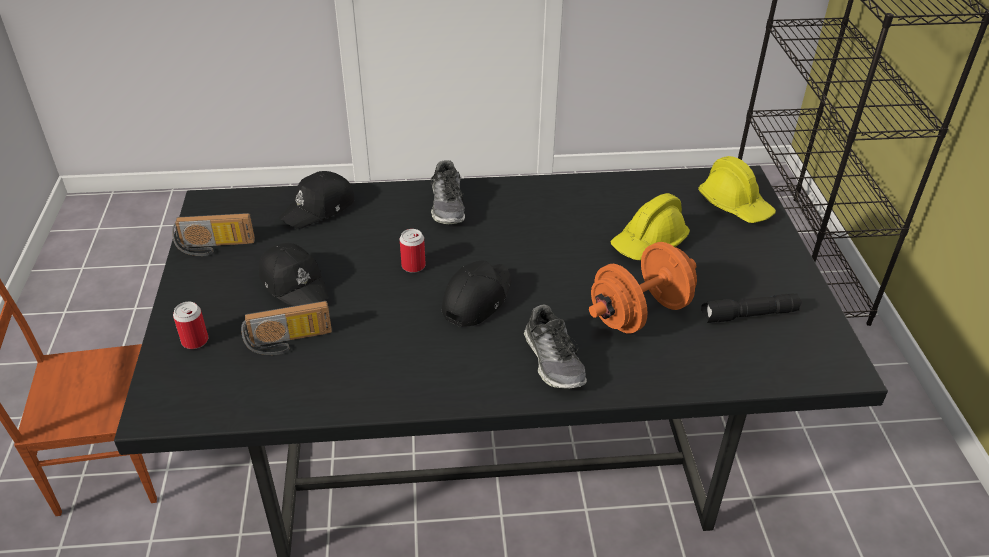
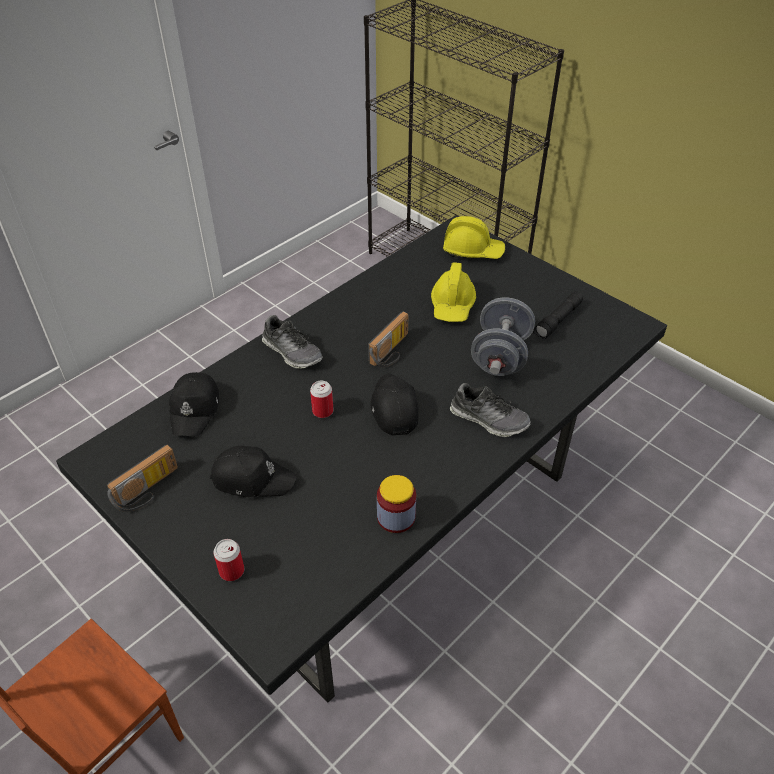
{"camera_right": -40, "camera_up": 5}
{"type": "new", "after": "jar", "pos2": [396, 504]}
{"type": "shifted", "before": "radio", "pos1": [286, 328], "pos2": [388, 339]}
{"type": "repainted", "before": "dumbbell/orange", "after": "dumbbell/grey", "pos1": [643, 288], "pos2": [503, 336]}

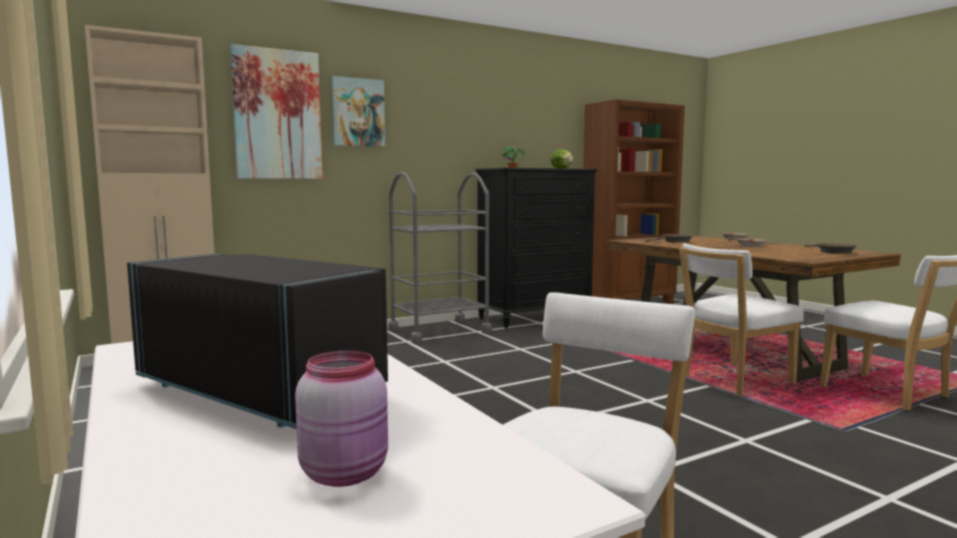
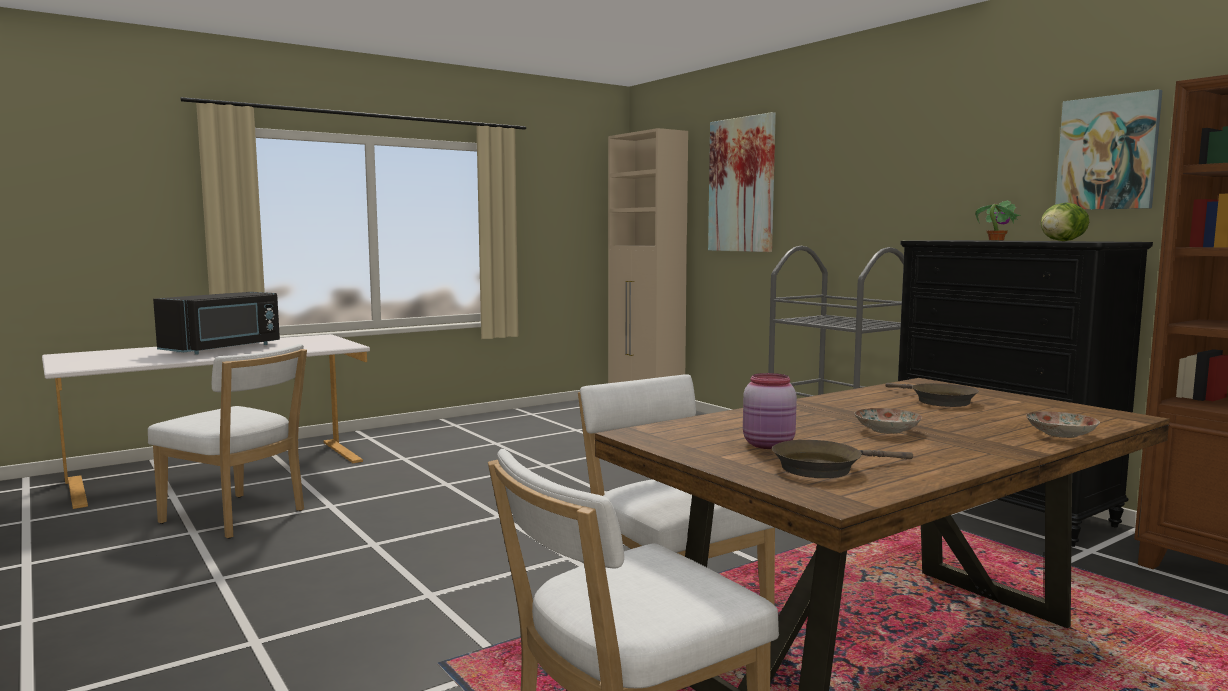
{"camera_right": 85, "camera_up": 0}
{"type": "shifted", "before": "jar/pink", "pos1": [341, 418], "pos2": [770, 411]}
{"type": "shifted", "before": "picture", "pos1": [358, 111], "pos2": [1108, 149]}

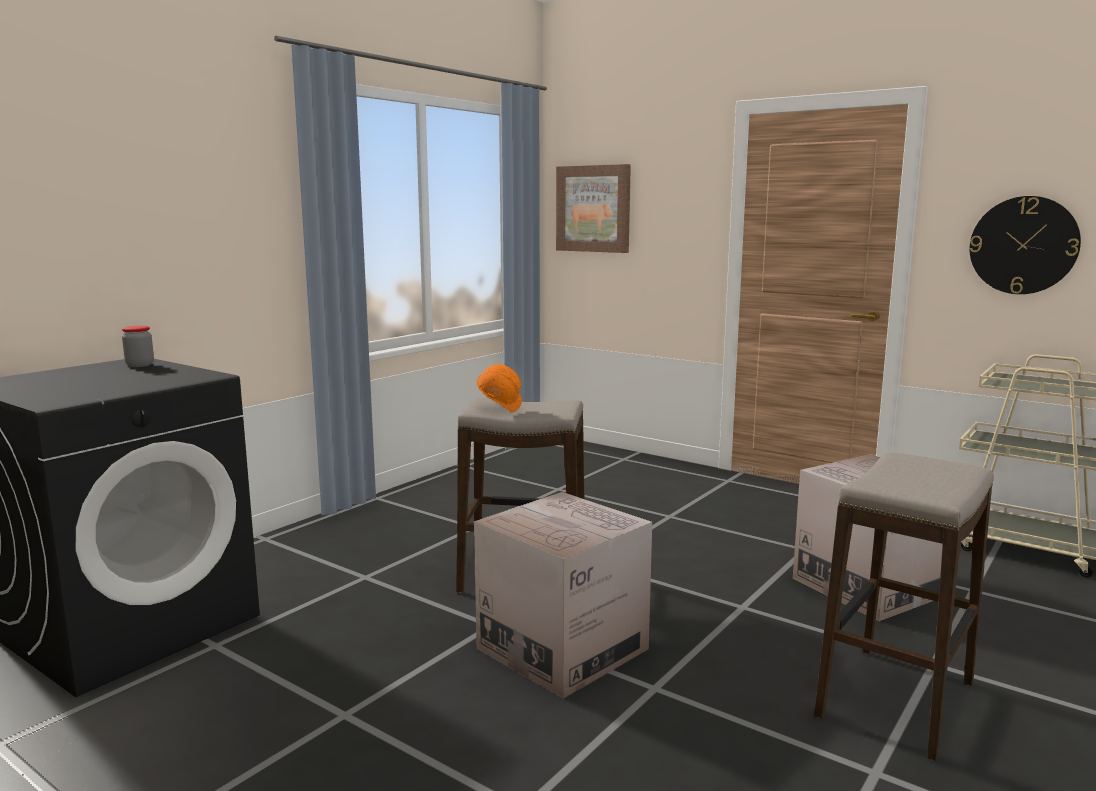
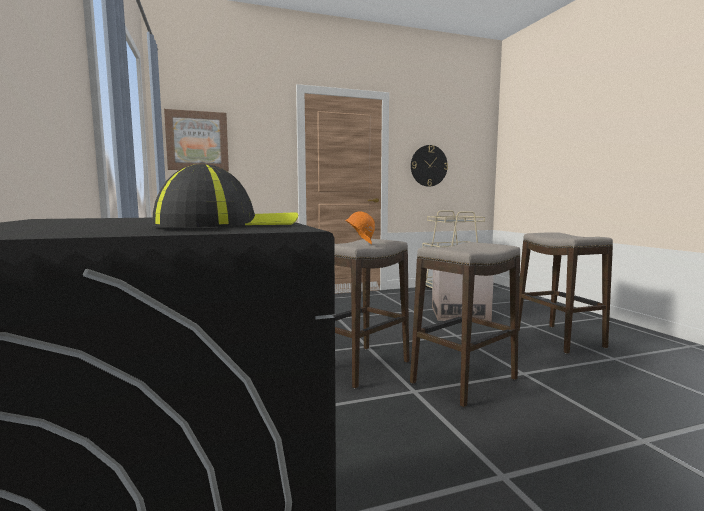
{"camera_right": -55, "camera_up": -5}
{"type": "gone", "before": "jar", "pos1": [138, 346]}
{"type": "new", "after": "cap", "pos2": [225, 195]}
{"type": "swapped", "before": "cardboard box", "after": "stool", "pos1": [563, 595], "pos2": [465, 324]}

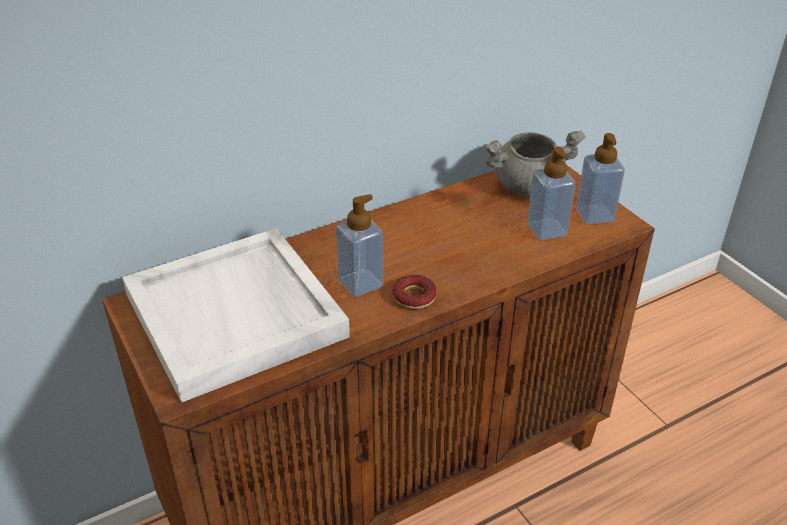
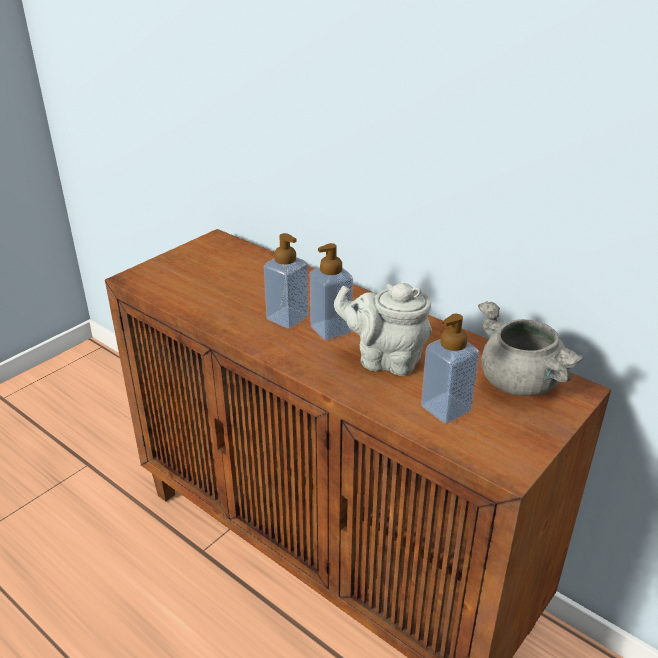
{"camera_right": 70, "camera_up": -5}
{"type": "gone", "before": "tray/white", "pos1": [236, 315]}
{"type": "gone", "before": "donut", "pos1": [414, 292]}
{"type": "new", "after": "teapot/grey", "pos2": [383, 329]}
{"type": "shifted", "before": "soap dispenser", "pos1": [600, 178], "pos2": [331, 291]}

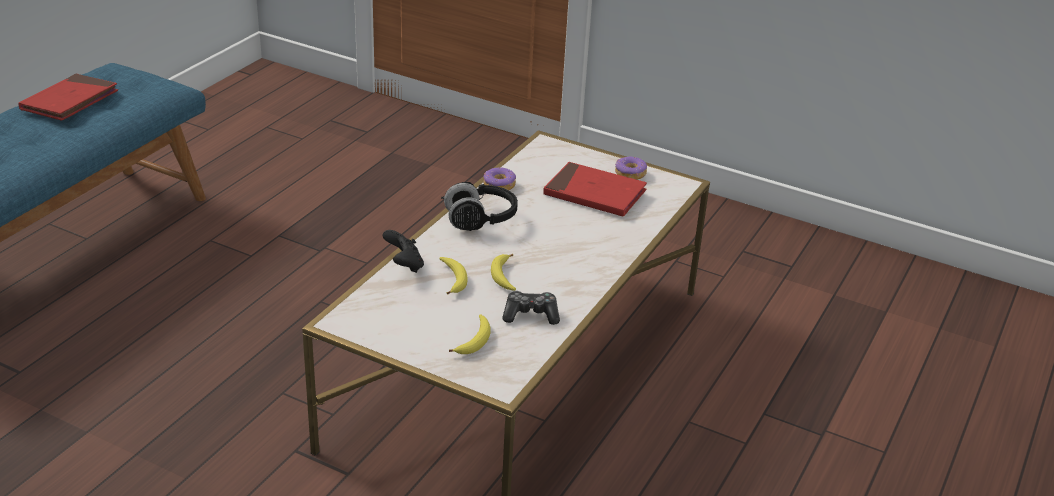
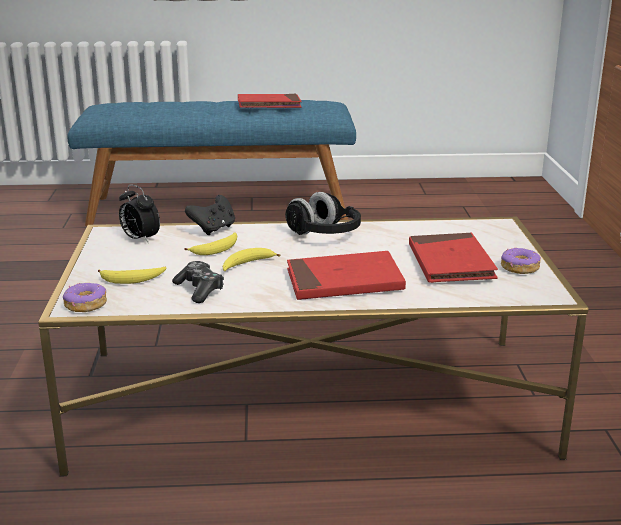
{"camera_right": 60, "camera_up": -10}
{"type": "new", "after": "alarm clock", "pos2": [139, 214]}
{"type": "new", "after": "book/red", "pos2": [346, 275]}
{"type": "shifted", "before": "donut", "pos1": [500, 178], "pos2": [85, 297]}

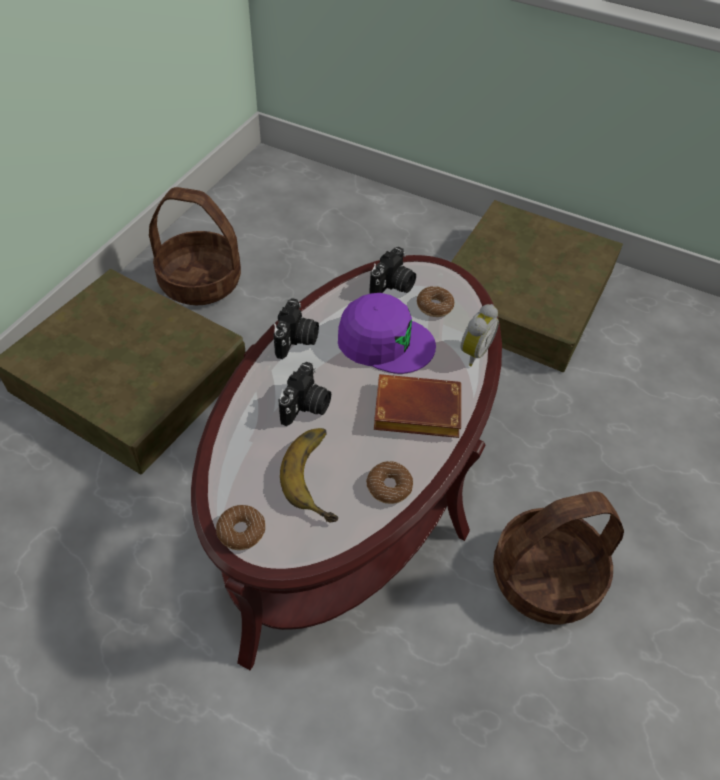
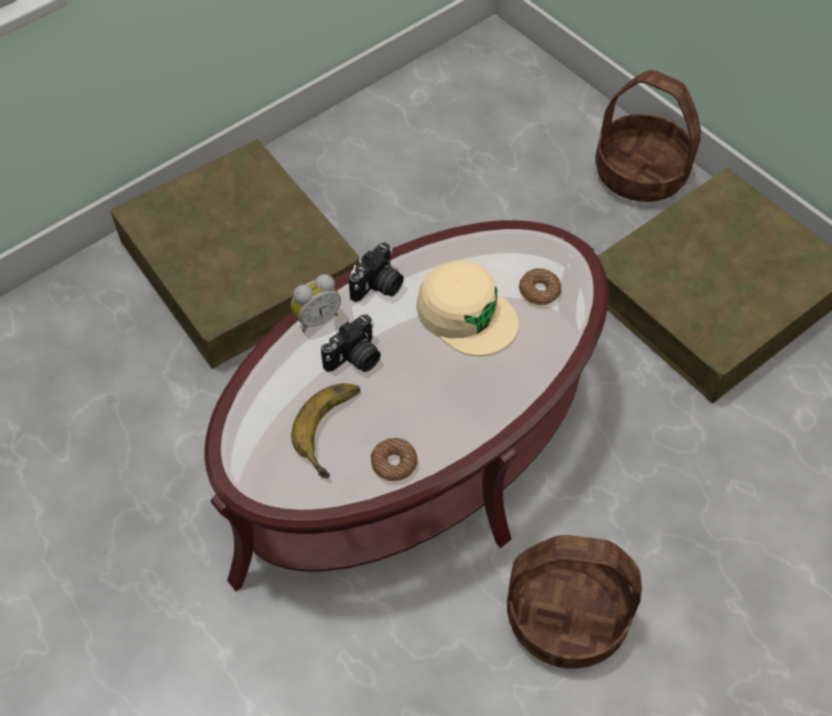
{"camera_right": 25, "camera_up": 5}
{"type": "gone", "before": "donut", "pos1": [240, 527]}
{"type": "gone", "before": "photo camera", "pos1": [392, 270]}
{"type": "gone", "before": "book/brown", "pos1": [417, 406]}
{"type": "shifted", "before": "basket", "pos1": [195, 246], "pos2": [648, 136]}
{"type": "shifted", "before": "alarm clock", "pos1": [480, 335], "pos2": [316, 303]}
{"type": "repainted", "before": "cap/purple", "after": "cap/beige", "pos1": [387, 333], "pos2": [467, 308]}

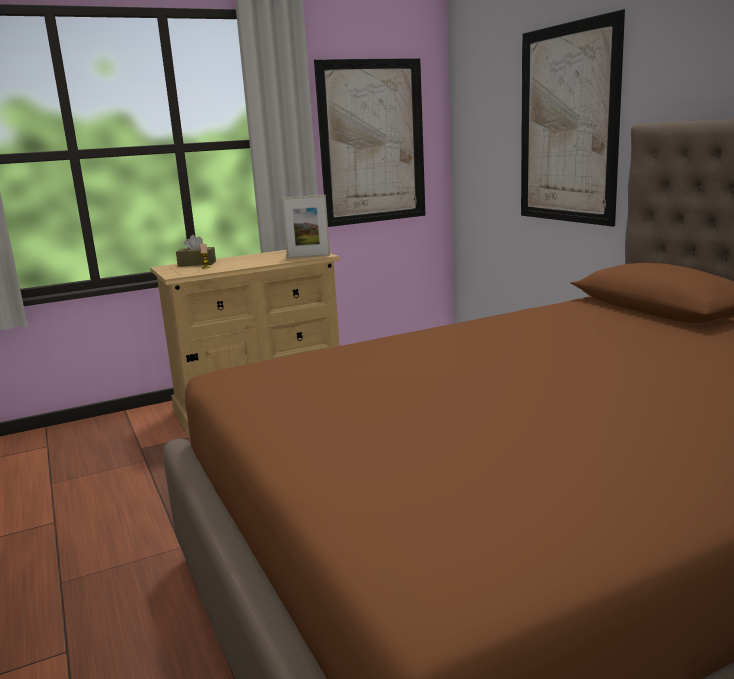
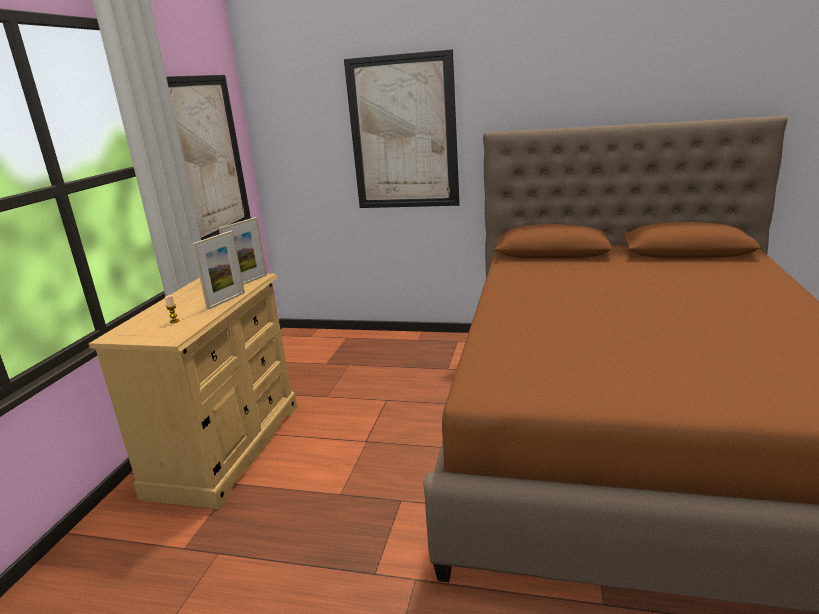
{"camera_right": -50, "camera_up": 5}
{"type": "gone", "before": "tissue box/brown", "pos1": [196, 251]}
{"type": "new", "after": "picture frame", "pos2": [218, 270]}

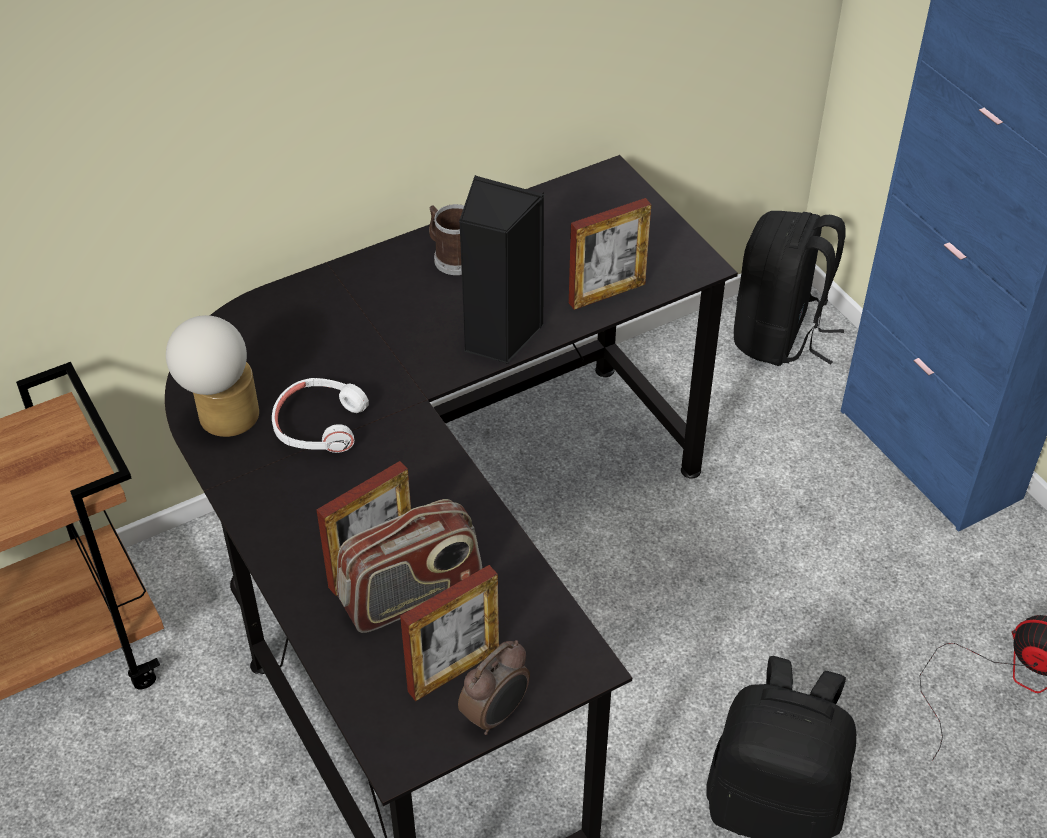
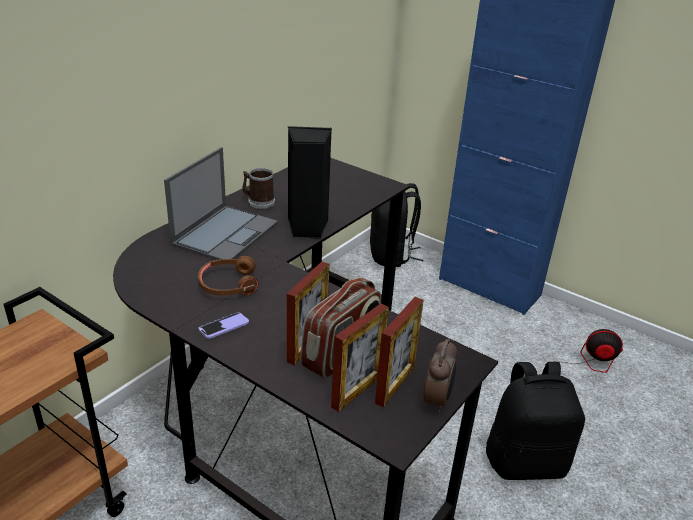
{"camera_right": -25, "camera_up": -15}
{"type": "gone", "before": "table lamp", "pos1": [212, 376]}
{"type": "new", "after": "laptop", "pos2": [221, 203]}
{"type": "new", "after": "phone", "pos2": [223, 325]}
{"type": "shifted", "before": "picture frame", "pos1": [610, 254], "pos2": [360, 357]}
{"type": "repainted", "before": "headphones/white", "after": "headphones/brown", "pos1": [320, 415], "pos2": [228, 276]}

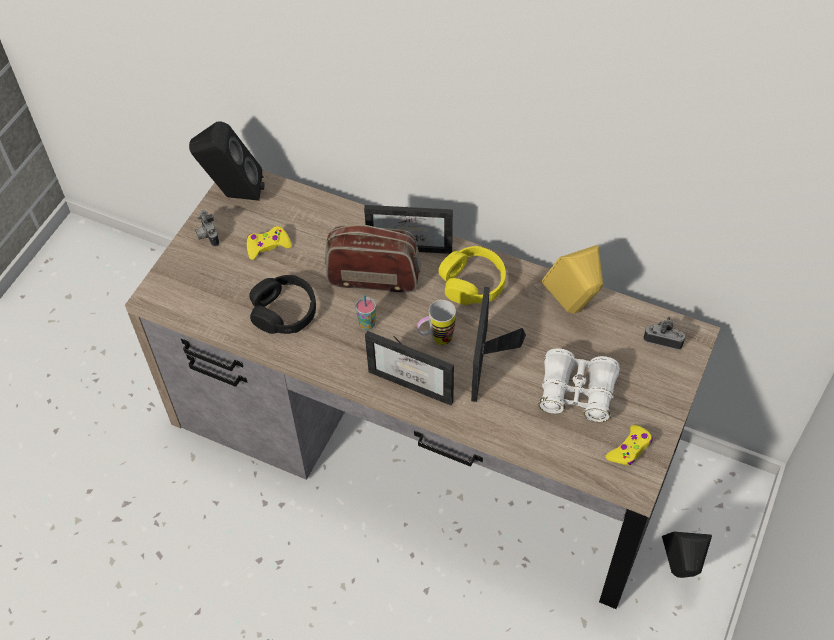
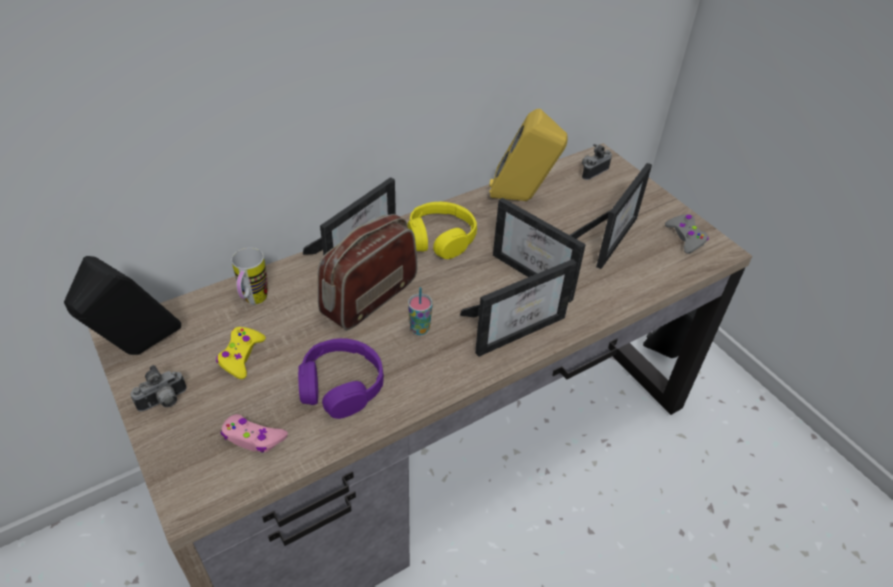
{"camera_right": -60, "camera_up": -10}
{"type": "new", "after": "game controller/pink", "pos2": [254, 433]}
{"type": "shifted", "before": "mug", "pos1": [436, 322], "pos2": [249, 276]}
{"type": "swapped", "before": "binoculars/white", "after": "picture frame", "pos1": [579, 385], "pos2": [611, 216]}
{"type": "repainted", "before": "headphones/black", "after": "headphones/purple", "pos1": [282, 304], "pos2": [341, 378]}
{"type": "repainted", "before": "game controller/yellow", "after": "game controller/grey", "pos1": [629, 445], "pos2": [687, 234]}
{"type": "rotated", "before": "photo camera", "pos1": [207, 228], "pos2": [158, 388], "turn": -45}

